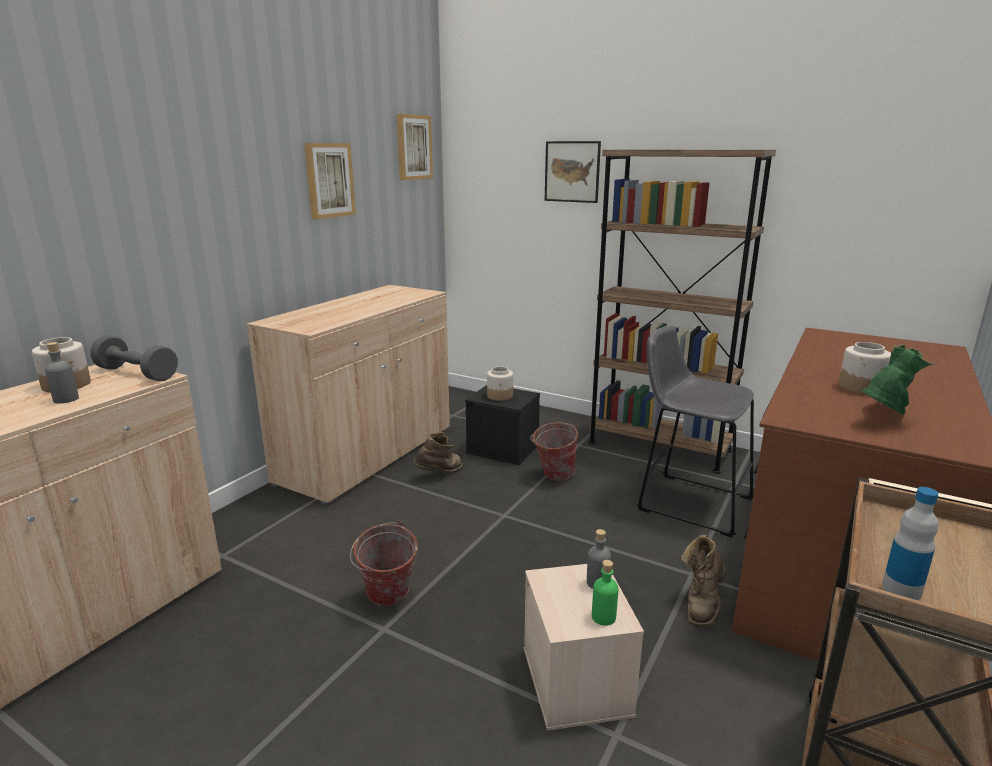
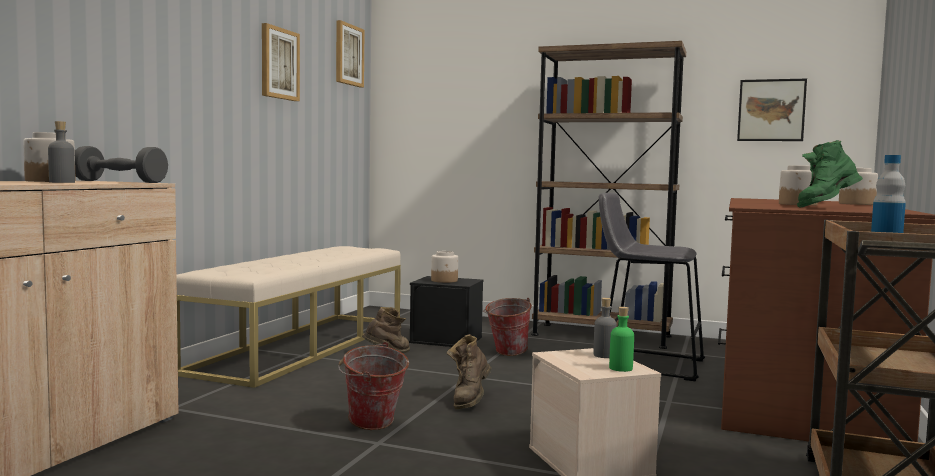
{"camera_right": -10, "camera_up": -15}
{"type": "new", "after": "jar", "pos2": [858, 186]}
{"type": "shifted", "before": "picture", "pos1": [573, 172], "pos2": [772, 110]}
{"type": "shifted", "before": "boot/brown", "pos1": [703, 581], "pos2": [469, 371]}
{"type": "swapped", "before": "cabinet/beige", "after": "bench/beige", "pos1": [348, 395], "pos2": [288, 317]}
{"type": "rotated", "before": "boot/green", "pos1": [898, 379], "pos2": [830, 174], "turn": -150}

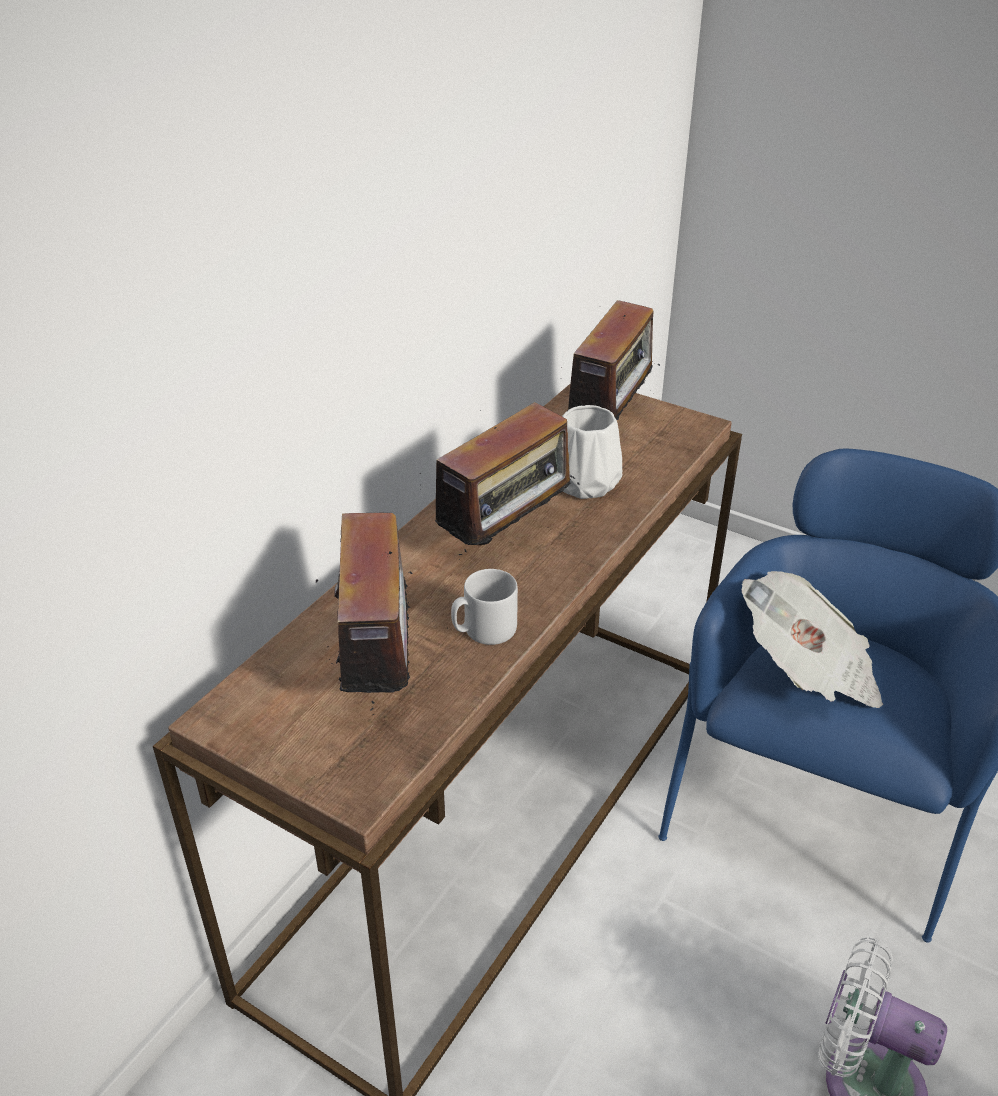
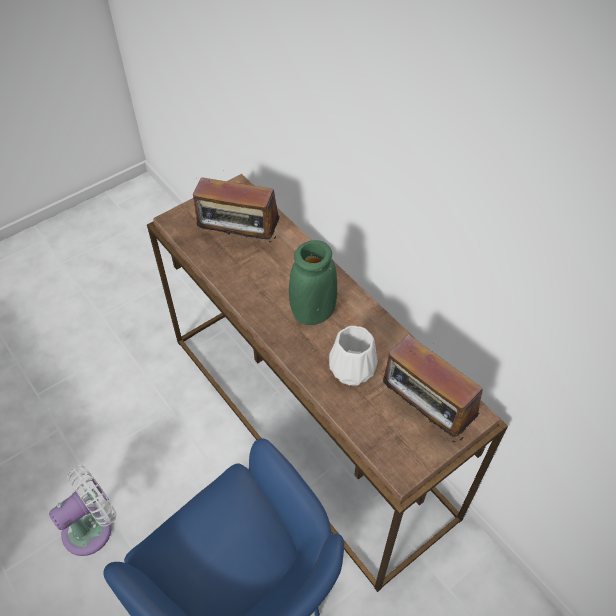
{"camera_right": 110, "camera_up": 15}
{"type": "gone", "before": "mug/grey", "pos1": [484, 607]}
{"type": "gone", "before": "newspaper", "pos1": [812, 639]}
{"type": "swapped", "before": "radio", "after": "vase/green", "pos1": [500, 481], "pos2": [313, 282]}

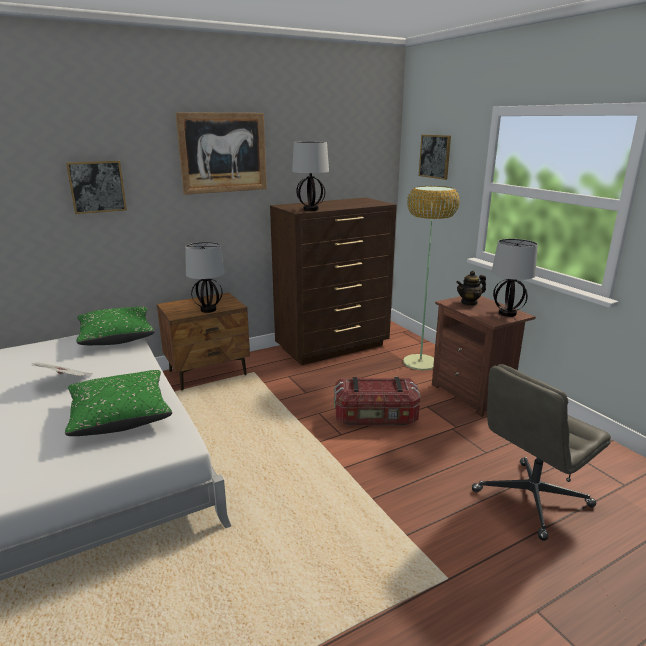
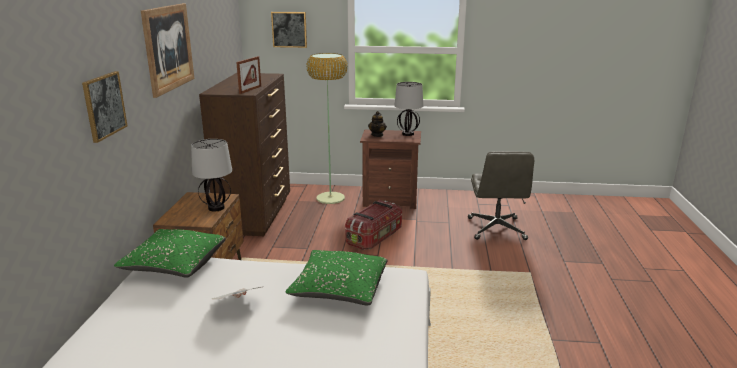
{"camera_right": -55, "camera_up": 0}
{"type": "swapped", "before": "table lamp", "after": "picture frame", "pos1": [310, 176], "pos2": [248, 75]}

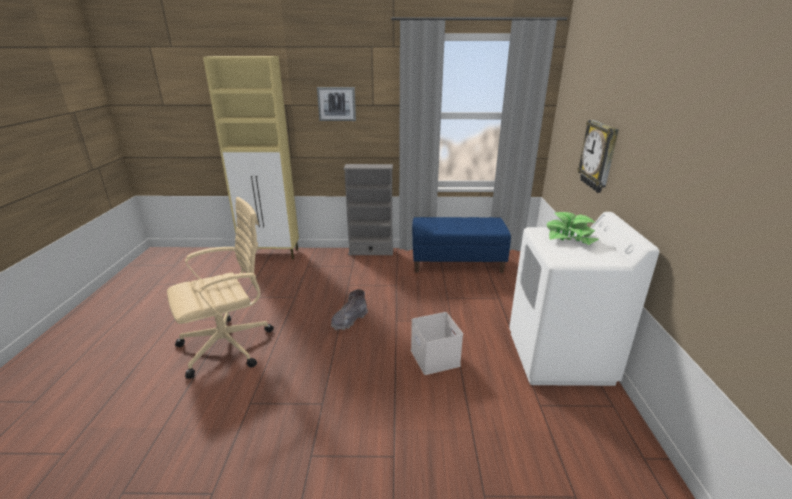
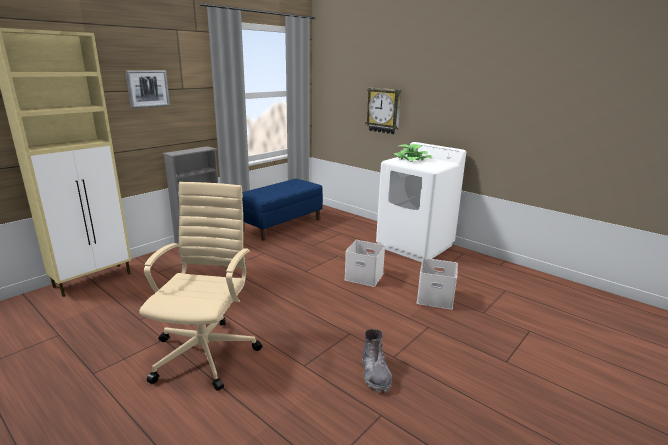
{"camera_right": -50, "camera_up": -5}
{"type": "new", "after": "storage box/white", "pos2": [437, 284]}
{"type": "shifted", "before": "boot/grey", "pos1": [349, 309], "pos2": [377, 361]}

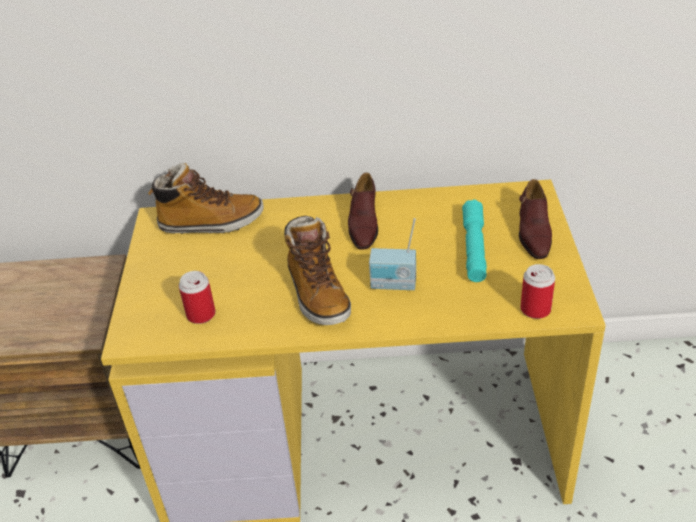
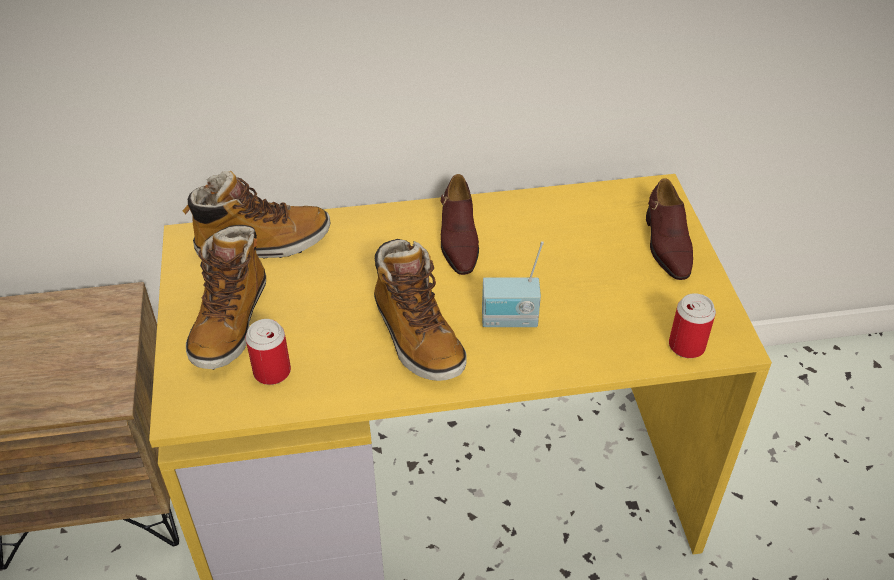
{"camera_right": -10, "camera_up": 5}
{"type": "gone", "before": "flashlight/turquoise", "pos1": [474, 241]}
{"type": "new", "after": "boot", "pos2": [226, 297]}

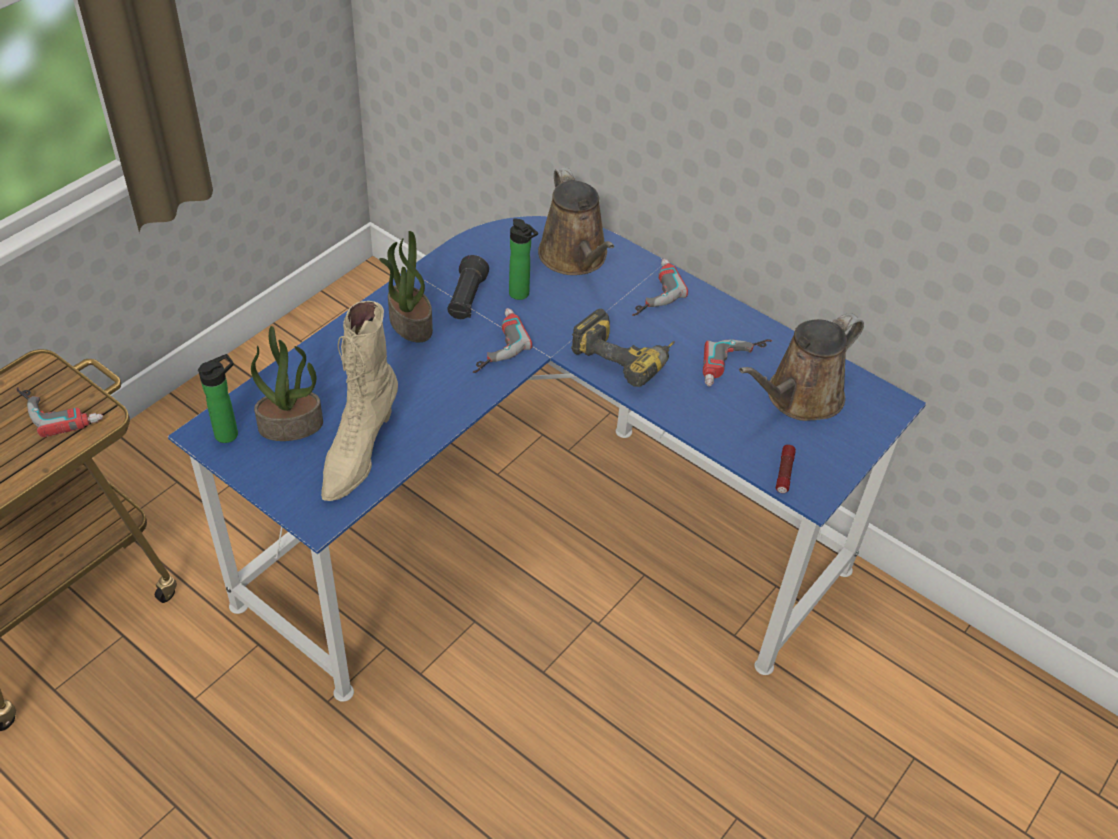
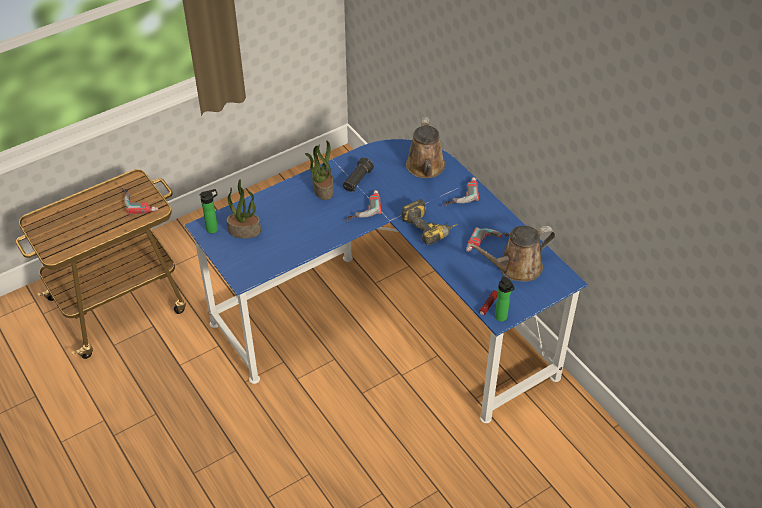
{"camera_right": 20, "camera_up": 0}
{"type": "gone", "before": "boot/beige", "pos1": [359, 401]}
{"type": "shifted", "before": "bottle", "pos1": [523, 259], "pos2": [505, 299]}

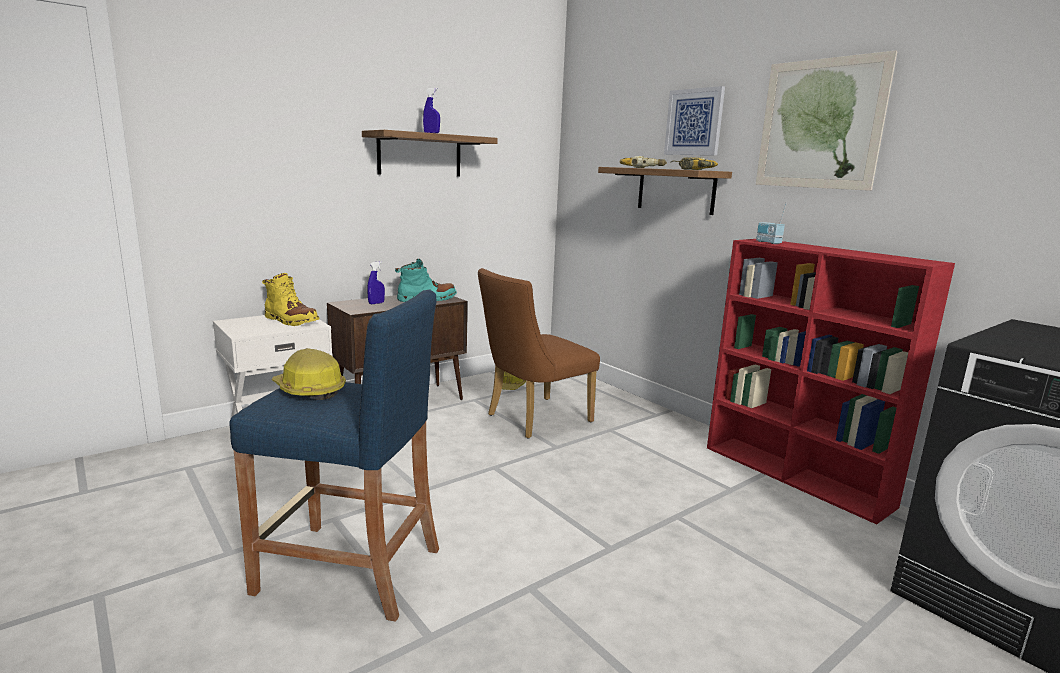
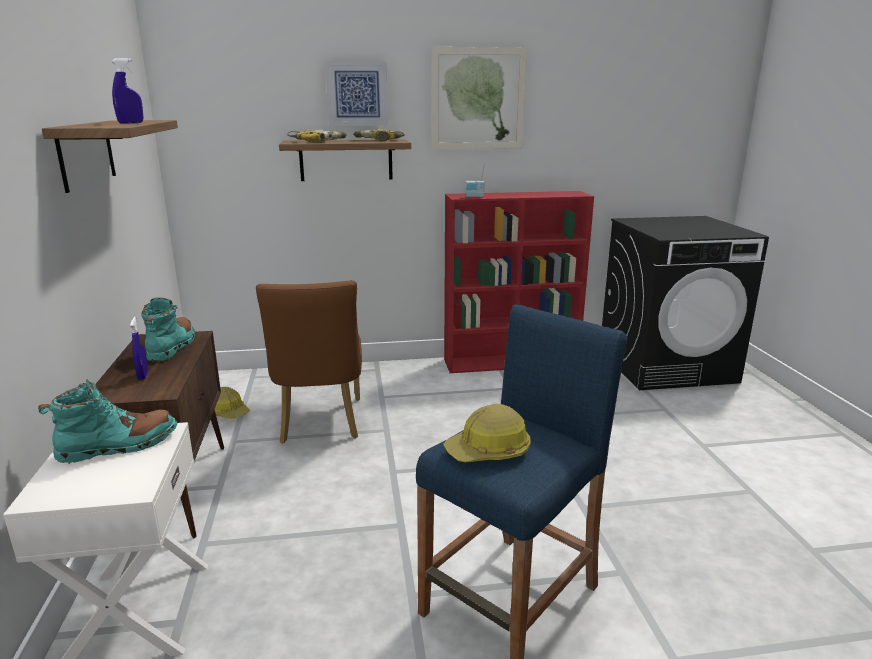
{"camera_right": -60, "camera_up": 5}
{"type": "repainted", "before": "boot/yellow", "after": "boot/turquoise", "pos1": [291, 299], "pos2": [107, 422]}

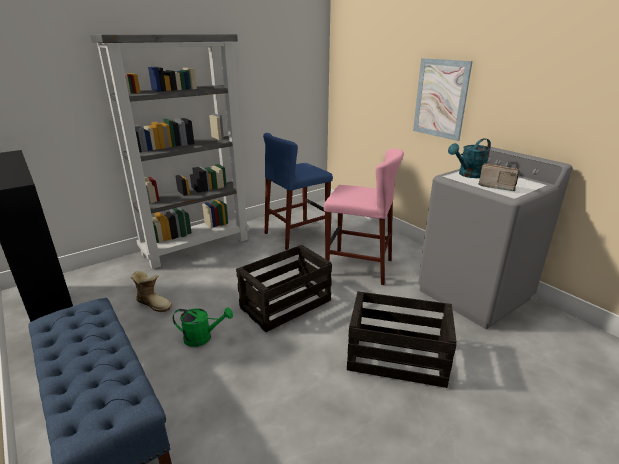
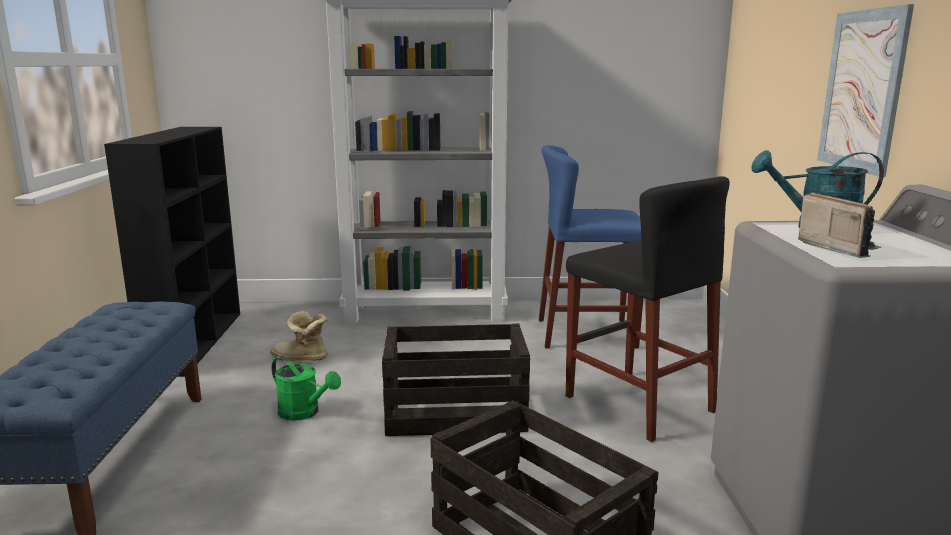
{"camera_right": 35, "camera_up": -10}
{"type": "repainted", "before": "stool/pink", "after": "stool/black", "pos1": [364, 216], "pos2": [648, 309]}
{"type": "rotated", "before": "boot", "pos1": [151, 291], "pos2": [299, 336], "turn": 135}

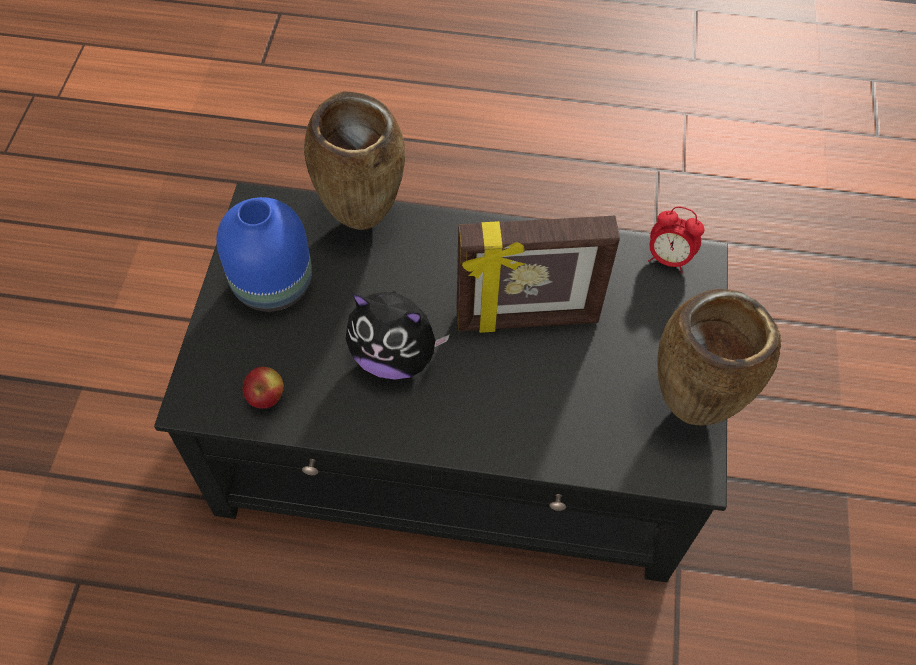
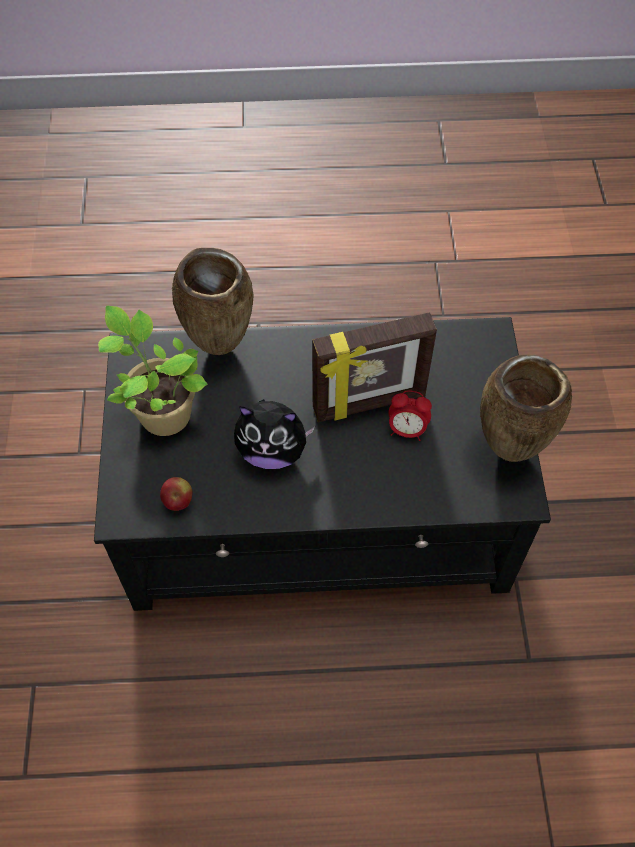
{"camera_right": -10, "camera_up": 0}
{"type": "shifted", "before": "alarm clock", "pos1": [676, 240], "pos2": [410, 415]}
{"type": "swapped", "before": "vase/blue", "after": "potted plant", "pos1": [264, 254], "pos2": [152, 371]}

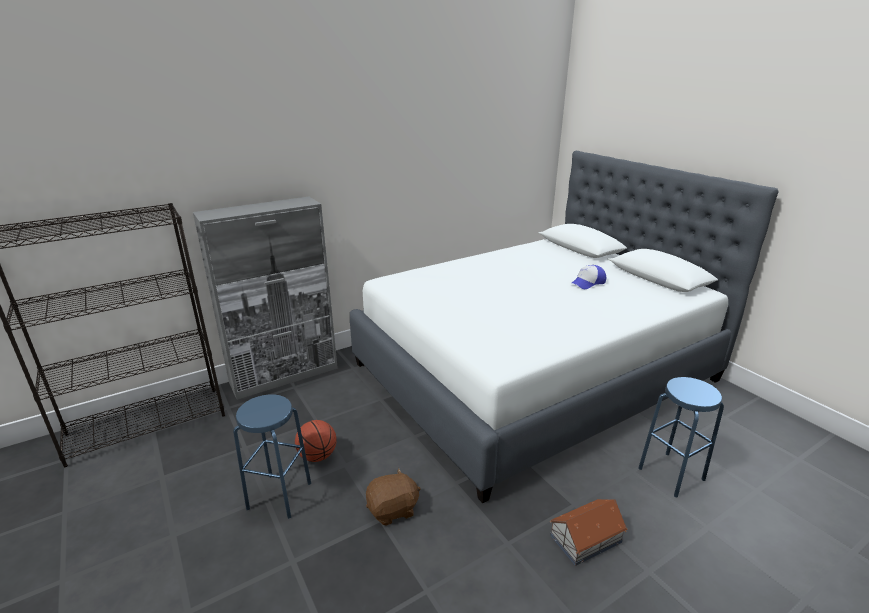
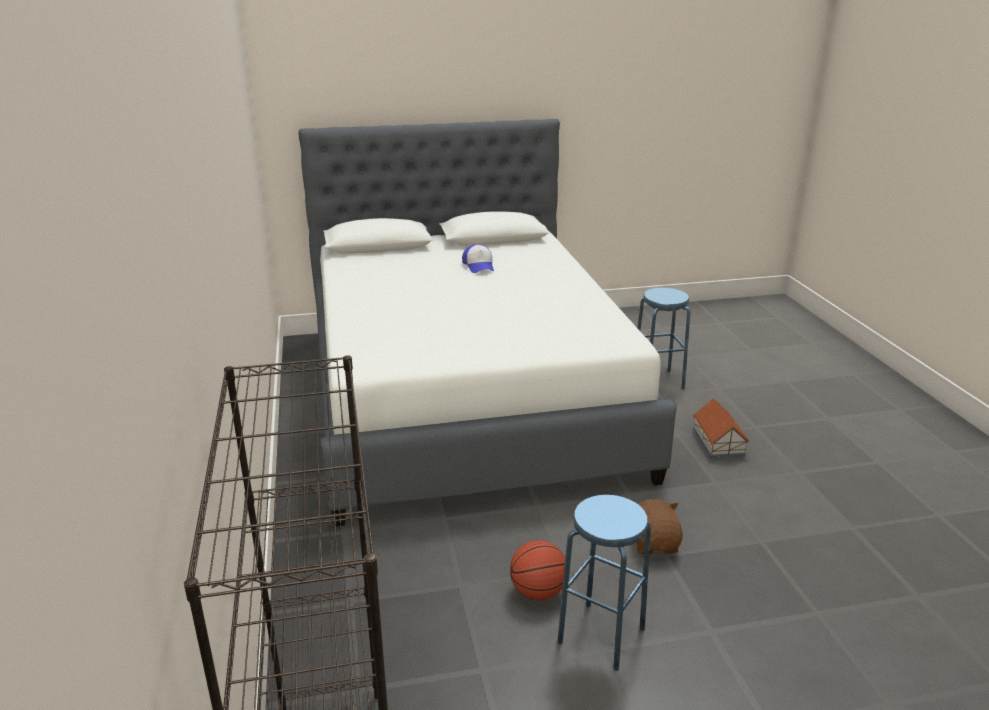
{"camera_right": -70, "camera_up": 0}
{"type": "gone", "before": "cabinet/grey", "pos1": [265, 298]}

